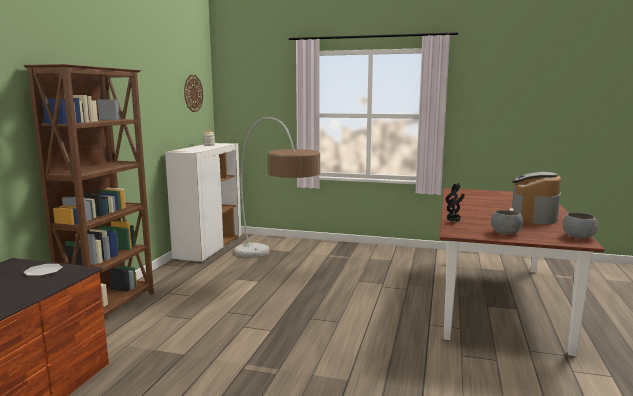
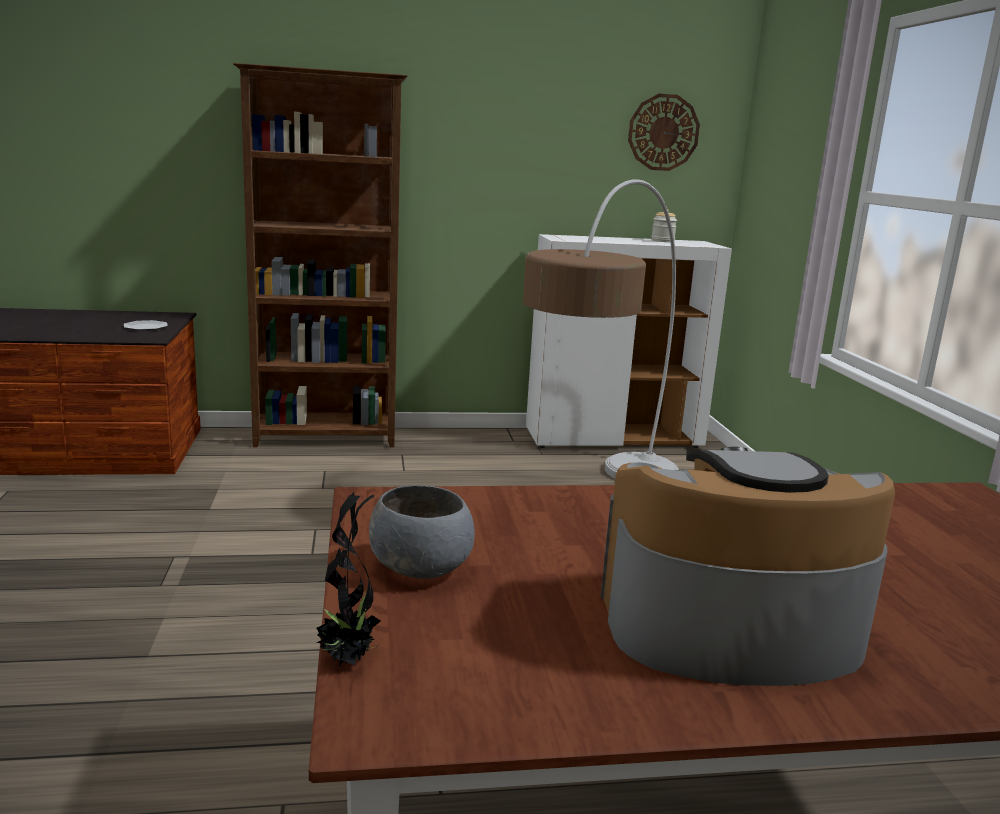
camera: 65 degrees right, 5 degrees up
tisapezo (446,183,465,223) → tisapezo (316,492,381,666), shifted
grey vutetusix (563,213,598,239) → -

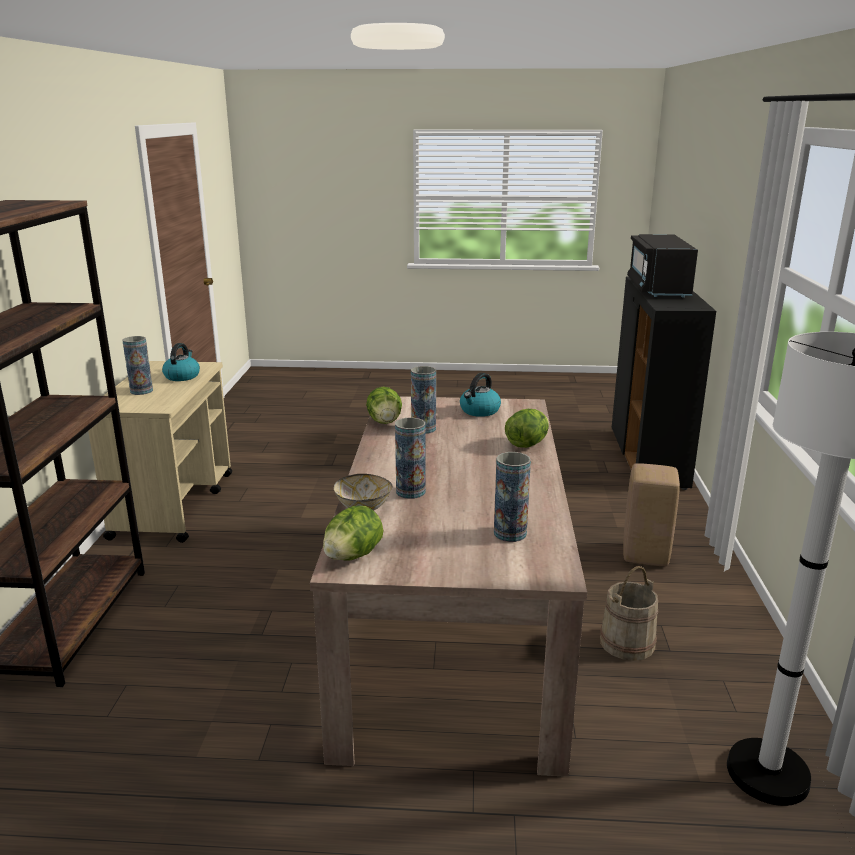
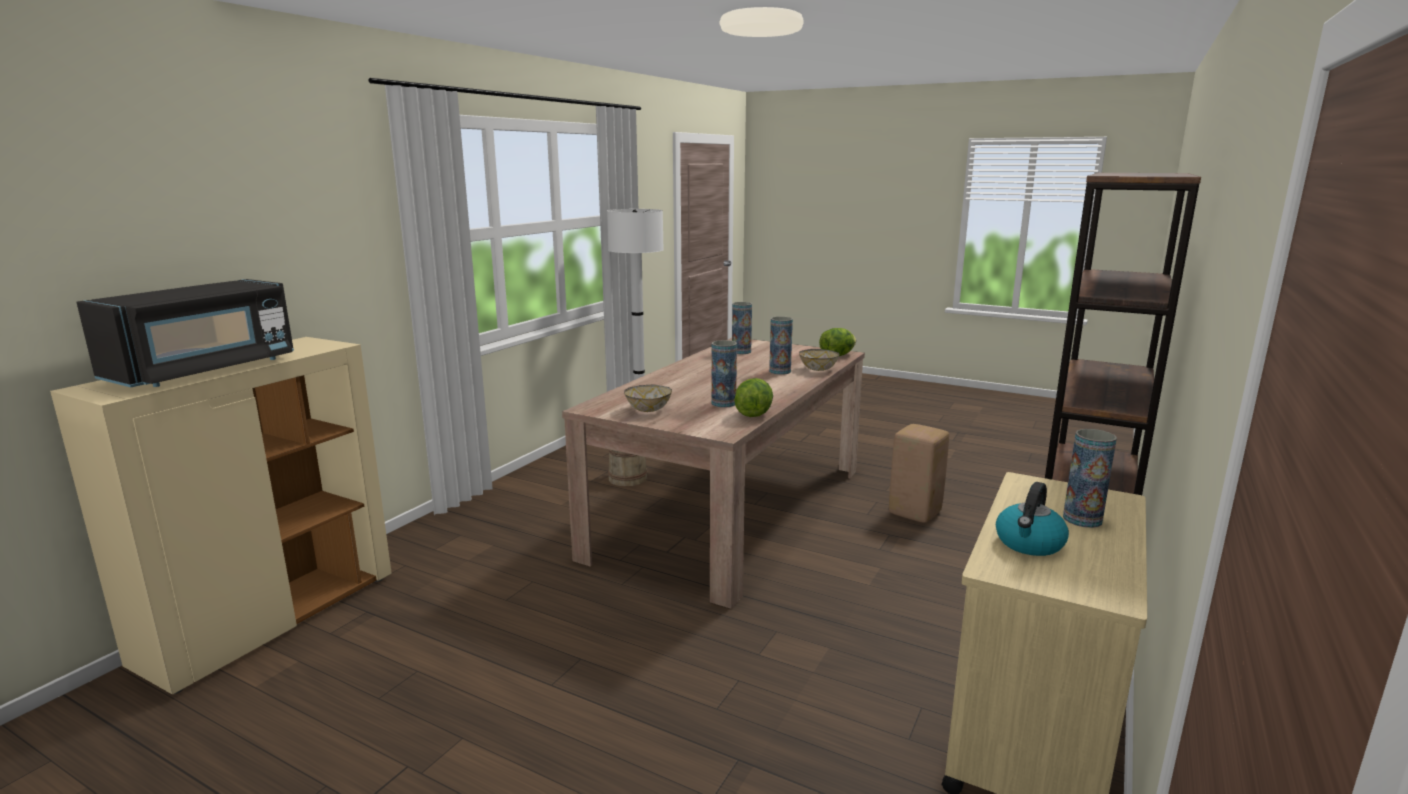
camera: 155 degrees left, 5 degrees down
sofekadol (460,373,501,417) → vutetusix (624,385,672,412)
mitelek (505,409,549,448) → -
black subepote (612,276,716,490) → beige subepote (50,337,392,695)
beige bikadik (623,463,680,566) → beige bikadik (889,424,949,523), shifted

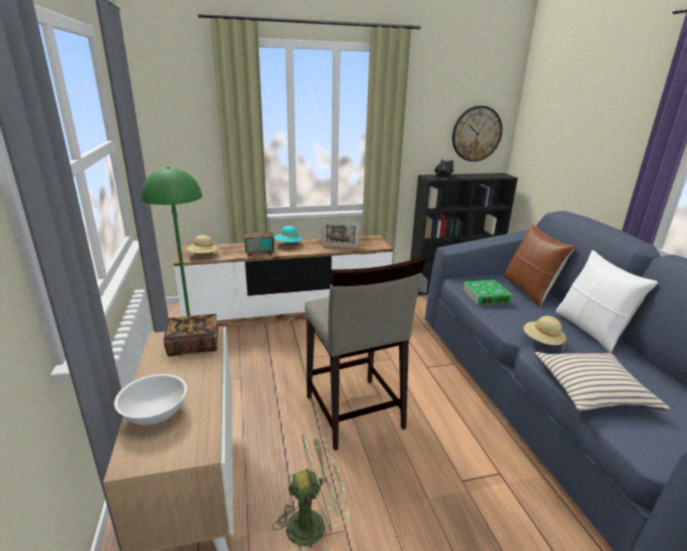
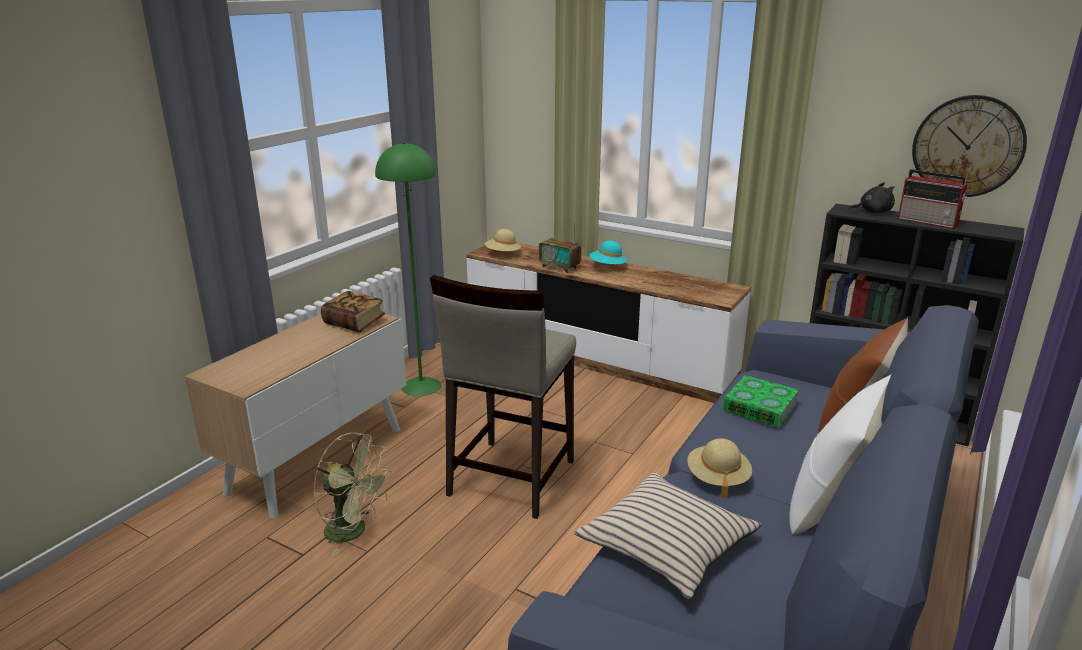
camera: 45 degrees right, 0 degrees up
white vutetusix (114,374,187,426) → -
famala (322,220,360,248) → -
- → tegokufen (898,169,968,229)

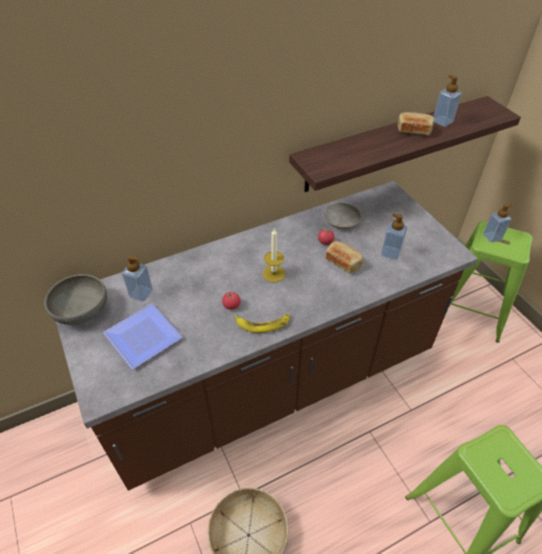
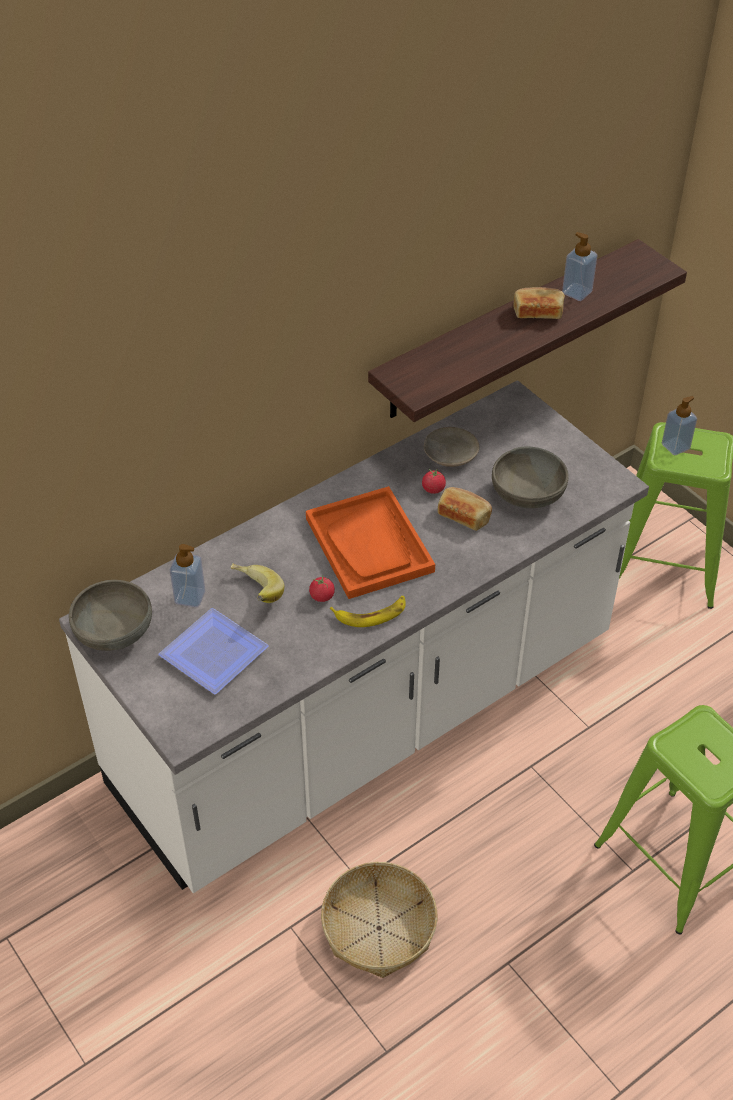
camera: 10 degrees left, 0 degrees up
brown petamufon (56,181,478,491) → white petamufon (59,380,649,893)
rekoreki (263,229,285,283) → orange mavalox (306,486,435,599)
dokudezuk (381,214,407,260) → grey vutetusix (492,446,569,508)
- → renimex (231,563,284,603)

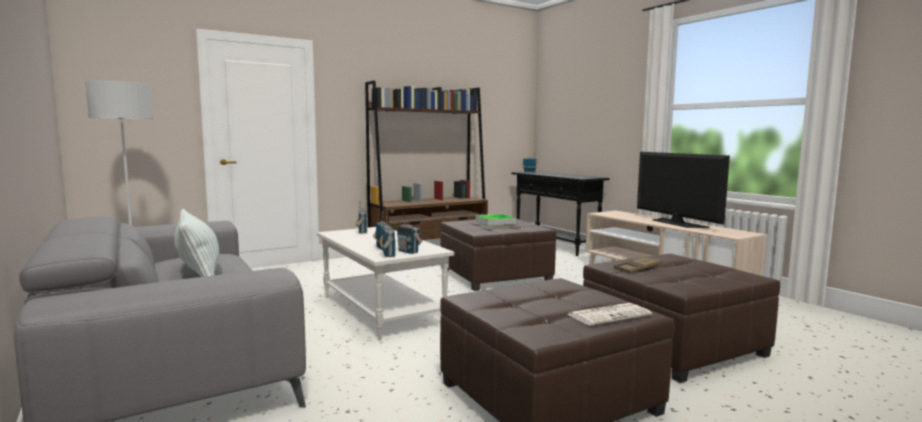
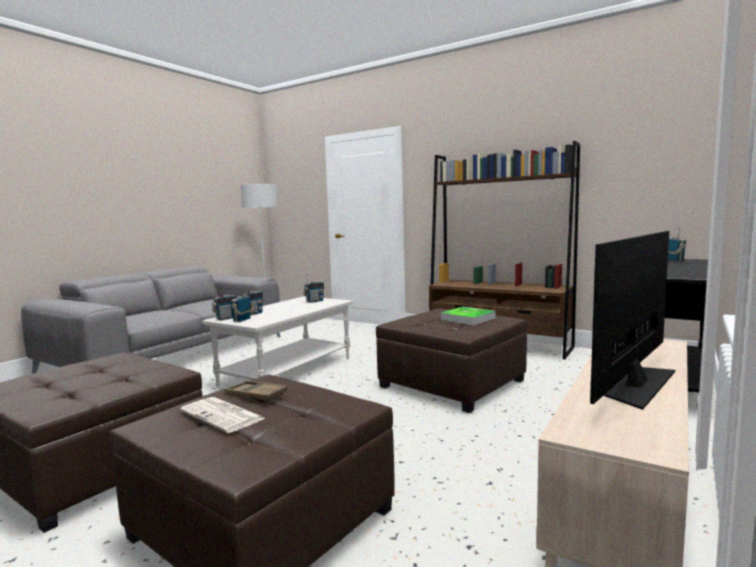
camera: 65 degrees right, 0 degrees up
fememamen (174,209,219,277) → -
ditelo (568,303,652,326) → ditelo (180,397,266,433), shifted

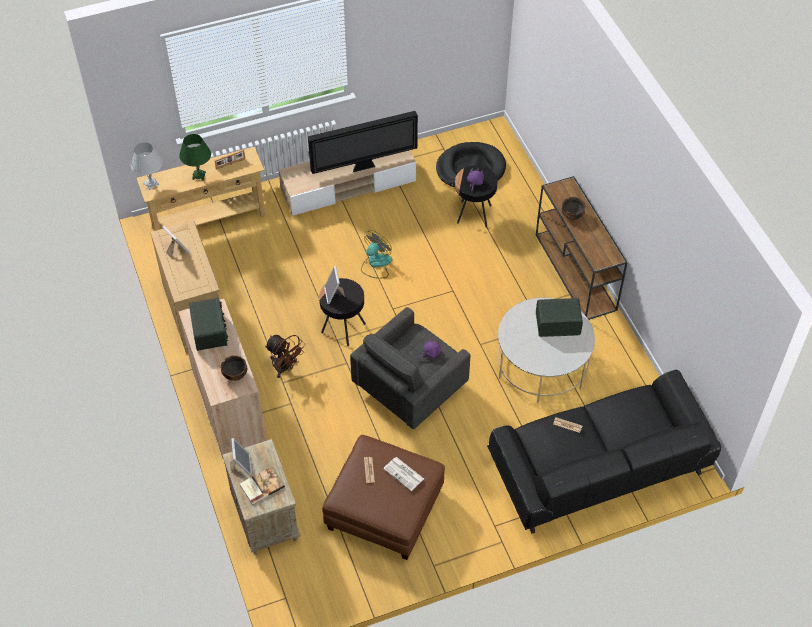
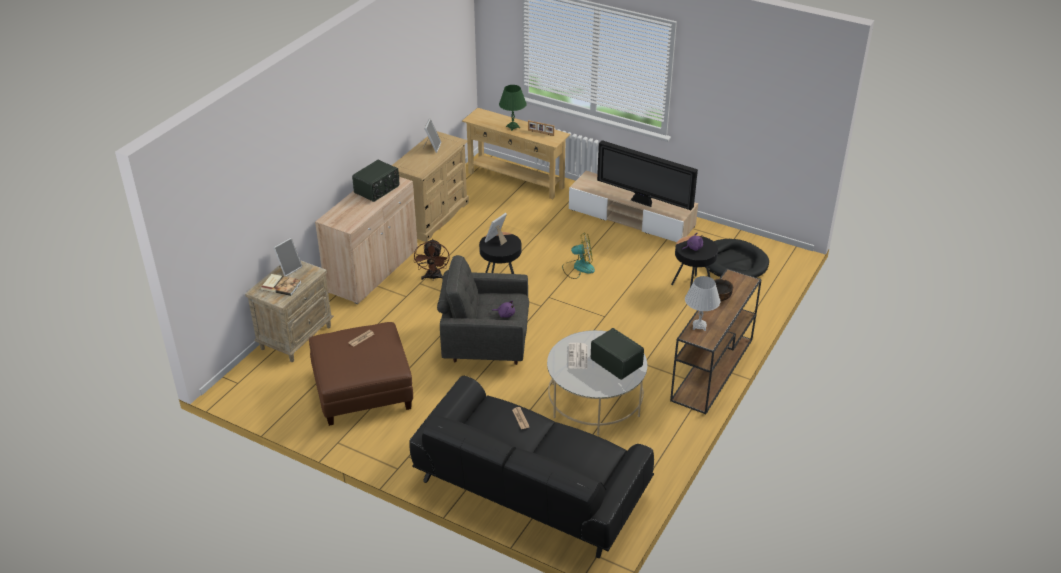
camera: 50 degrees right, 15 degrees down
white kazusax (131,142,163,190) → white kazusax (685,276,720,331), shifted
vutetusix (221,355,247,381) → -
ditelo (383,457,424,491) → ditelo (568,343,587,369), shifted

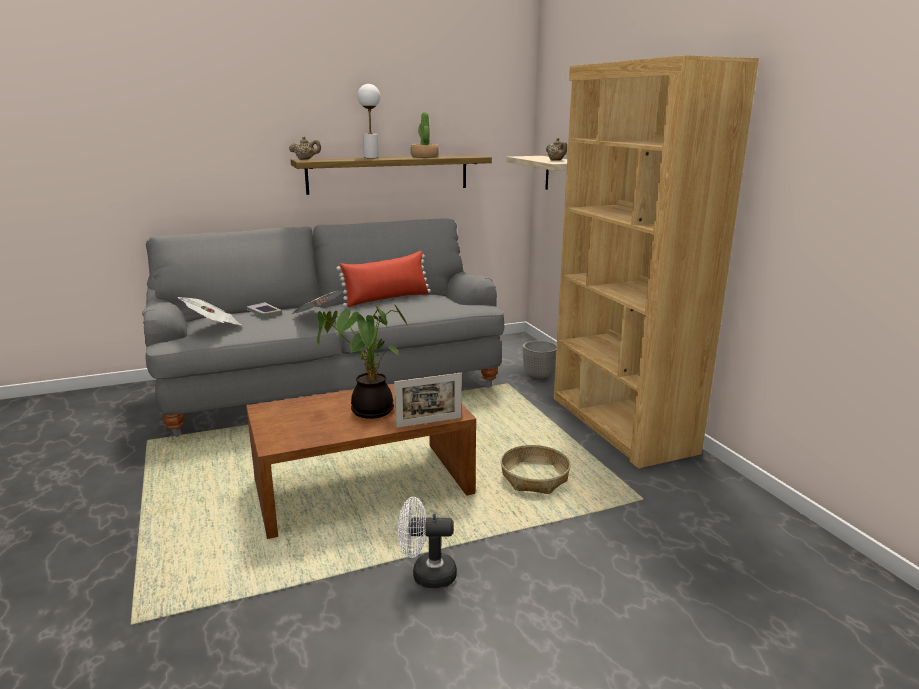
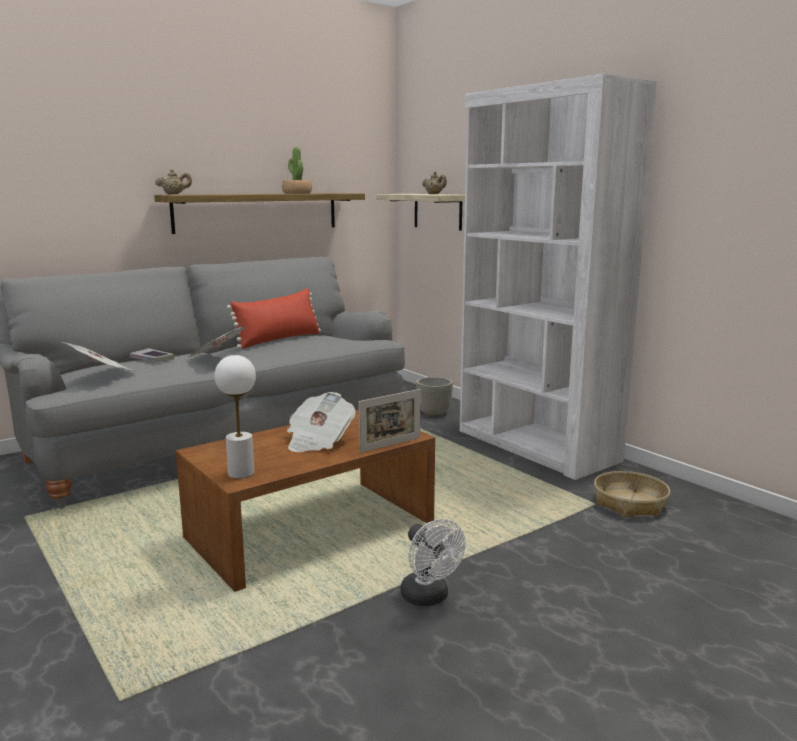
camera: 15 degrees left, 5 degrees down
tisapezo (316,304,408,419) → ditelo (287,392,356,452)
white kazusax (357,84,380,158) → white kazusax (215,355,256,479), shifted
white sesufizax (398,497,457,588) → white sesufizax (401,519,465,606), 105 degrees counterclockwise
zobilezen (501,445,571,494) → zobilezen (594,471,670,517), shifted
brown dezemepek (554,55,759,468) → white dezemepek (460,74,657,480)

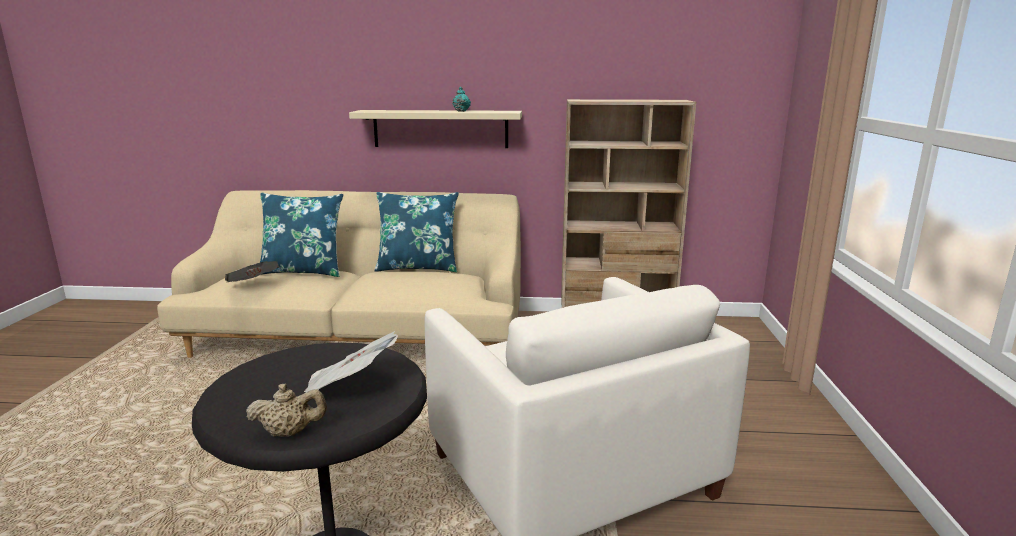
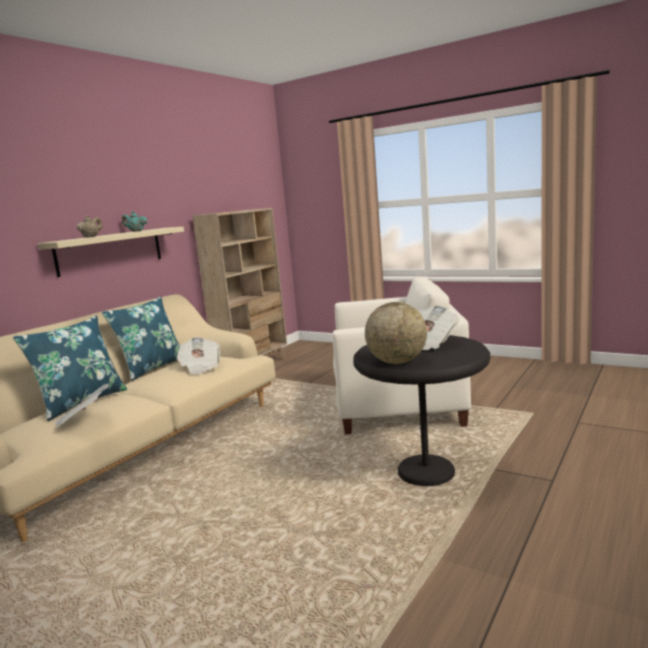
camera: 60 degrees left, 5 degrees down
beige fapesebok (246,383,327,437) → beige fapesebok (77,215,103,238), shifted
- → ditelo (176,337,220,375)
- → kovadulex (365,302,427,364)

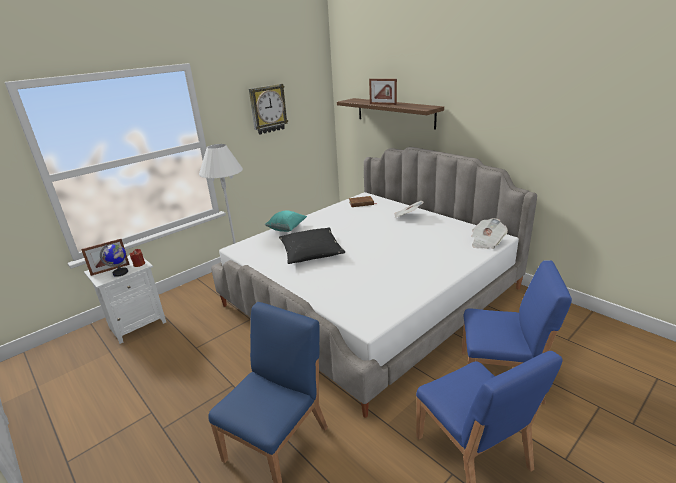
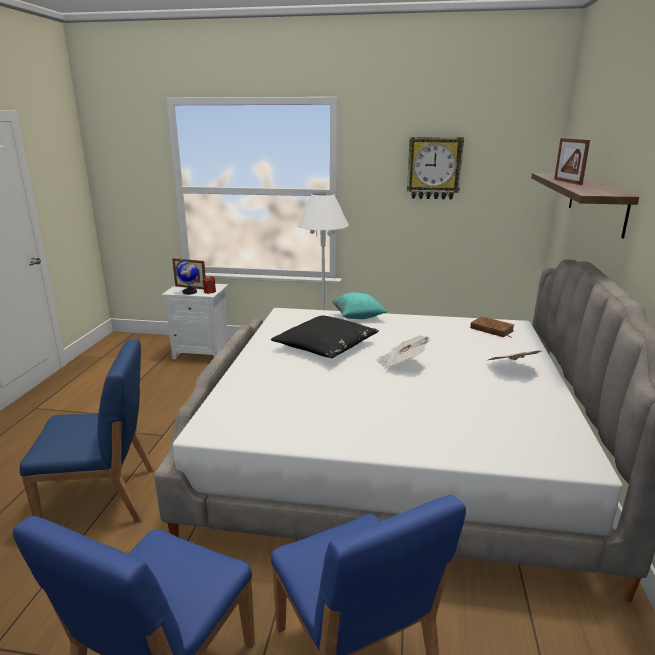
camera: 50 degrees right, 5 degrees down
ditelo (471,218,508,249) → ditelo (377,335,430,369), shifted

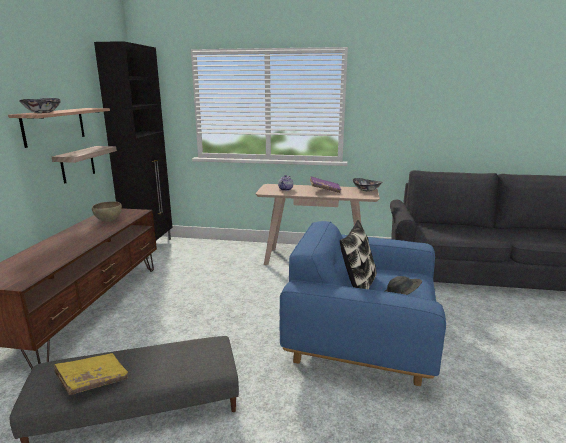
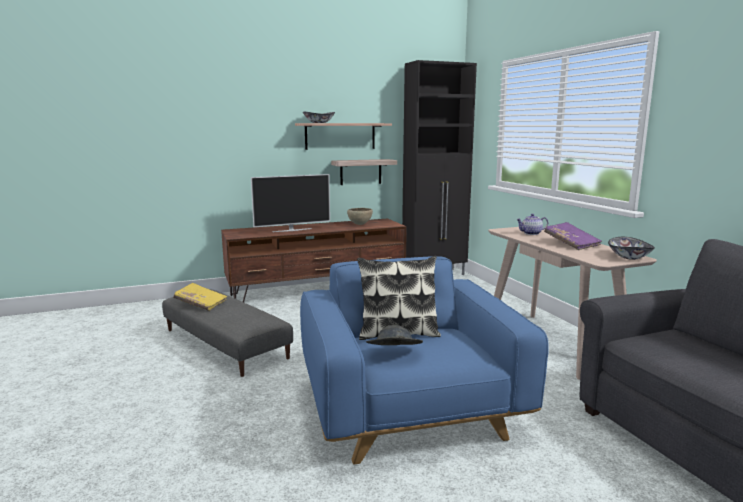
camera: 60 degrees right, 5 degrees down
- → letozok (251,174,330,232)

